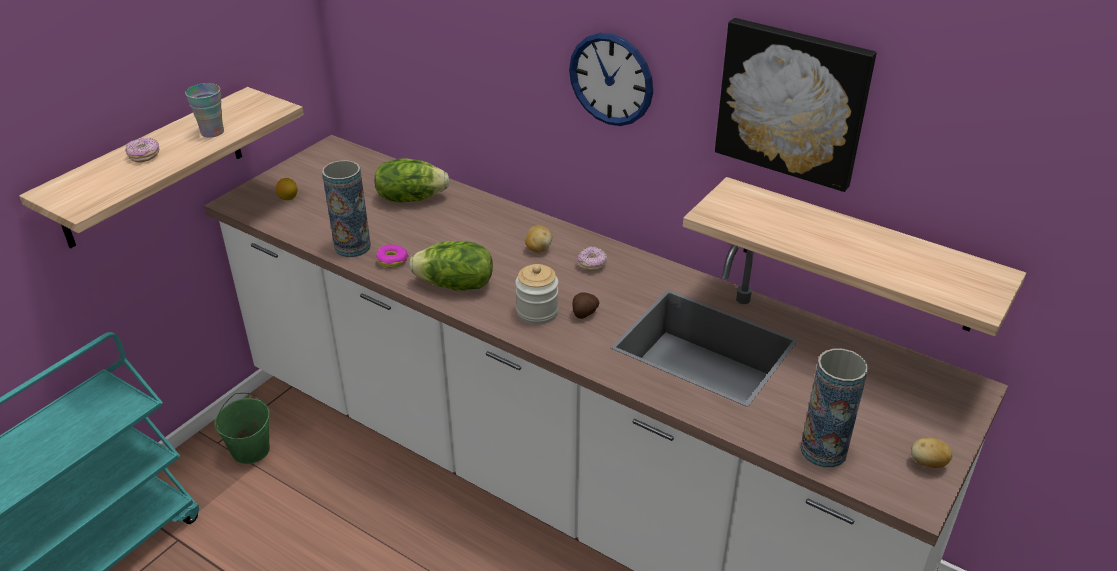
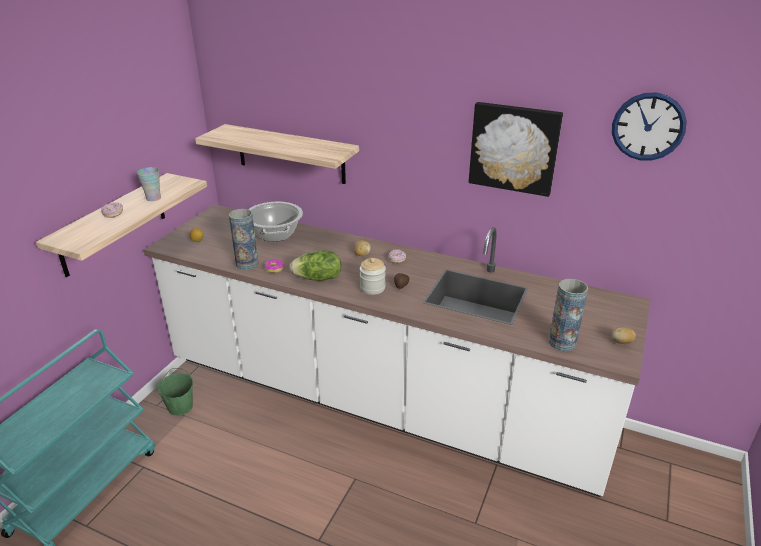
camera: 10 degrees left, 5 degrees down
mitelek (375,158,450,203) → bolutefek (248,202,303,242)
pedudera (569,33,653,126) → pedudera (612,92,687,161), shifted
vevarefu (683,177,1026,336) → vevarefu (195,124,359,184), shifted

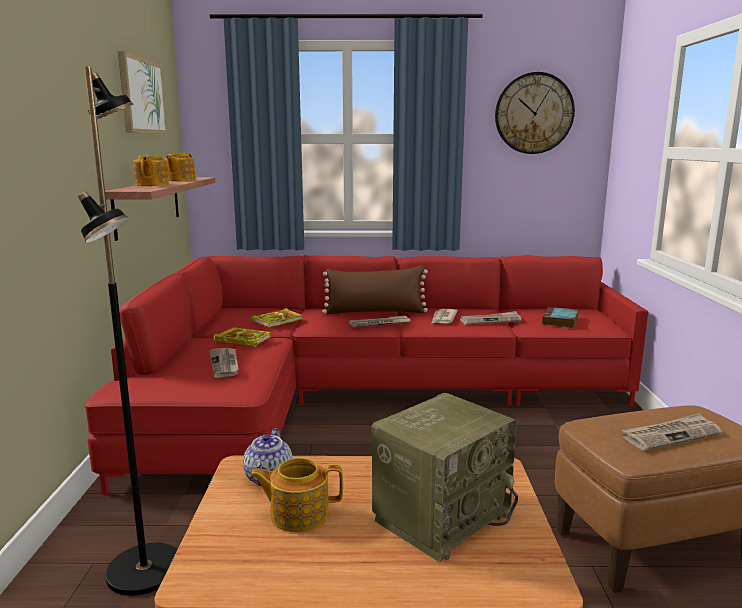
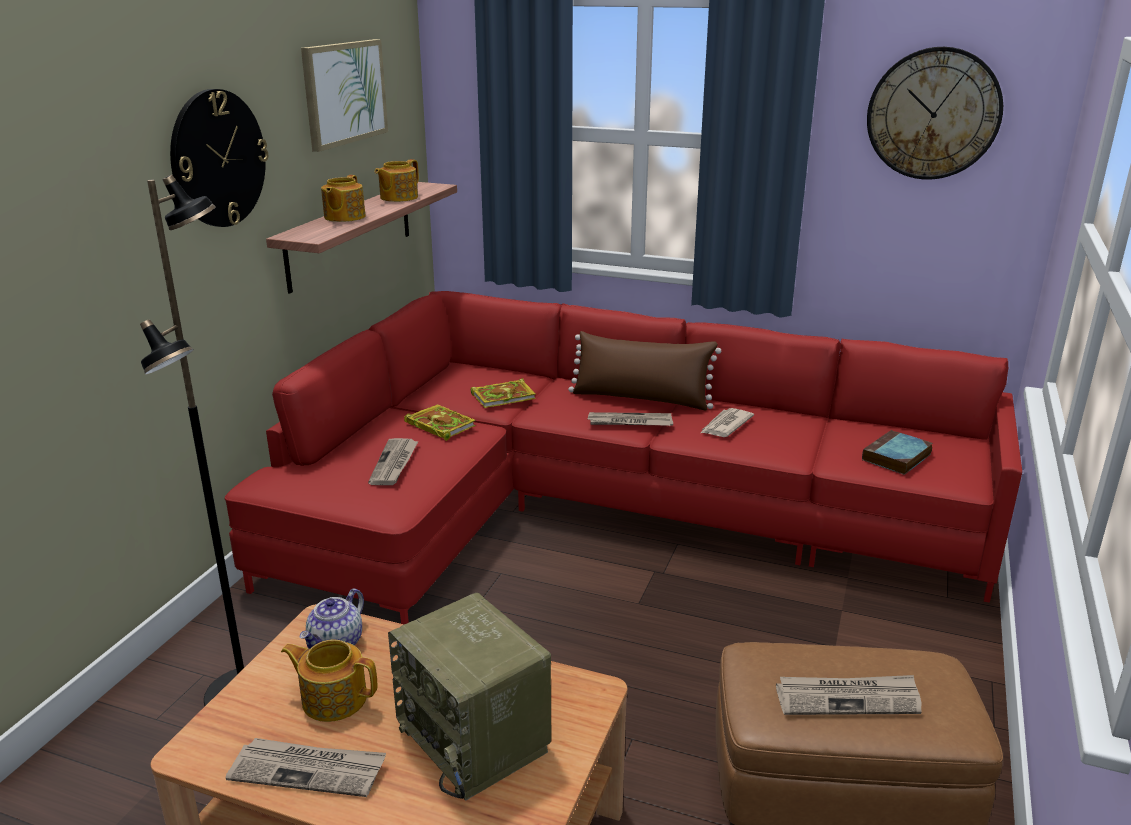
camera: 20 degrees right, 10 degrees up
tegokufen (372,393,518,562) → tegokufen (388,593,551,801), 75 degrees clockwise
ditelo (460,311,521,325) → ditelo (226,738,386,797), shifted
- → pedudera (170,89,268,227)

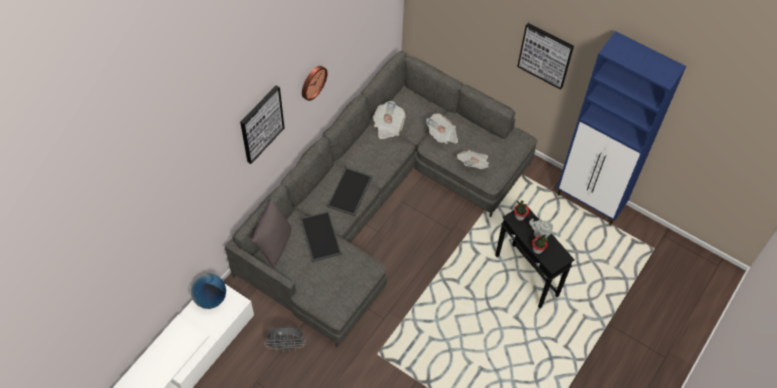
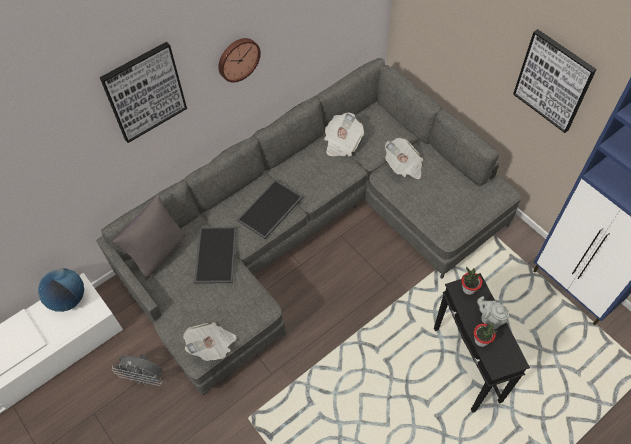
camera: 20 degrees right, 0 degrees up
ditelo (457,150,490,169) → ditelo (183,322,237,361), shifted

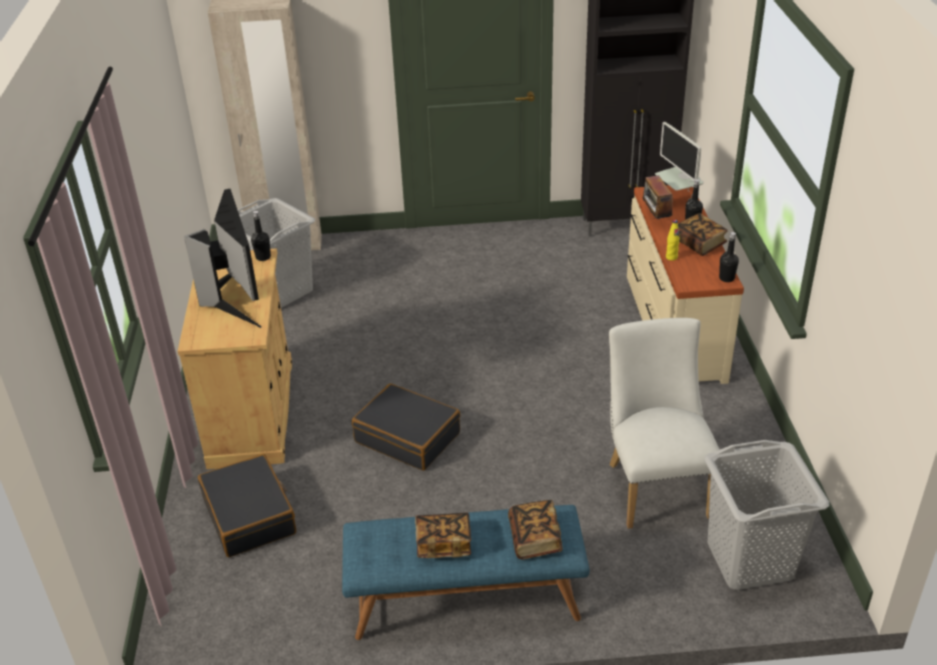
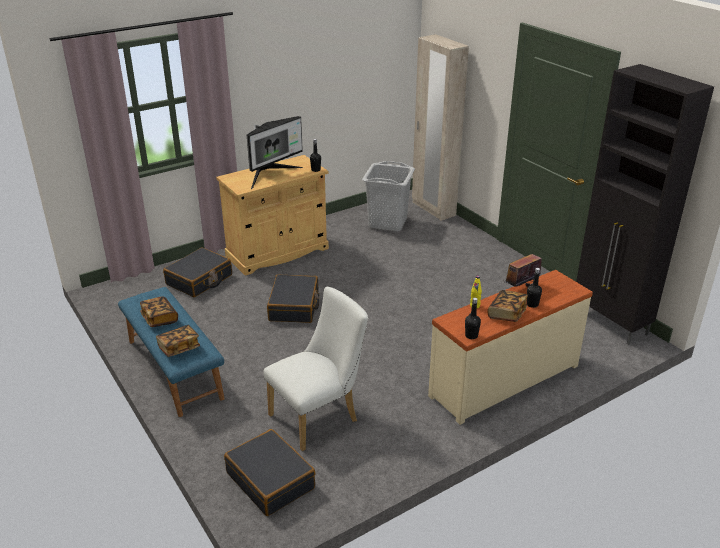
camera: 60 degrees right, 5 degrees down
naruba (655,122,704,198) → -
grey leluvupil (704,440,829,590) → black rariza (224,429,316,516)

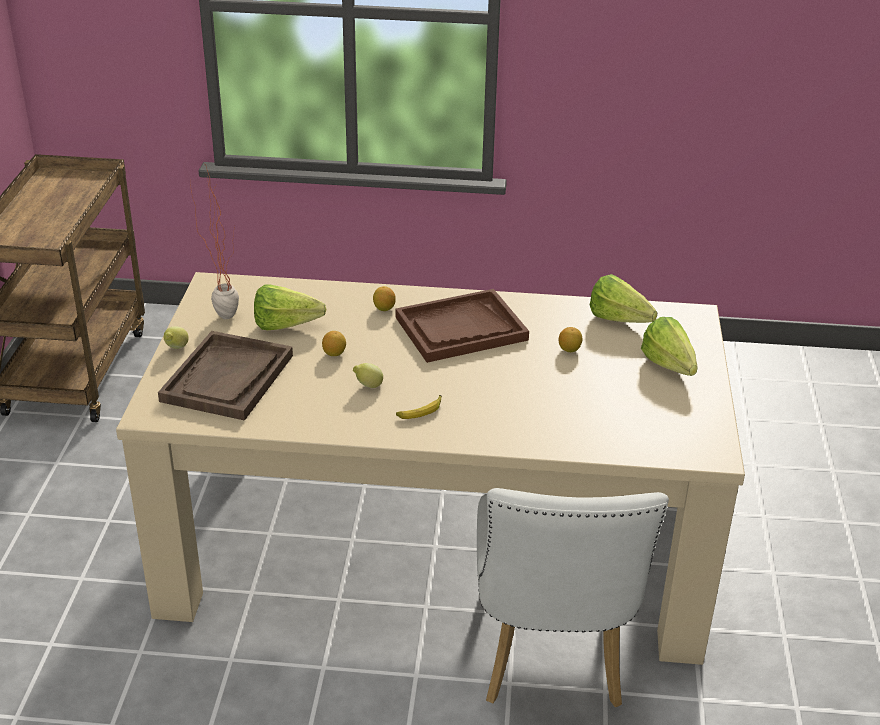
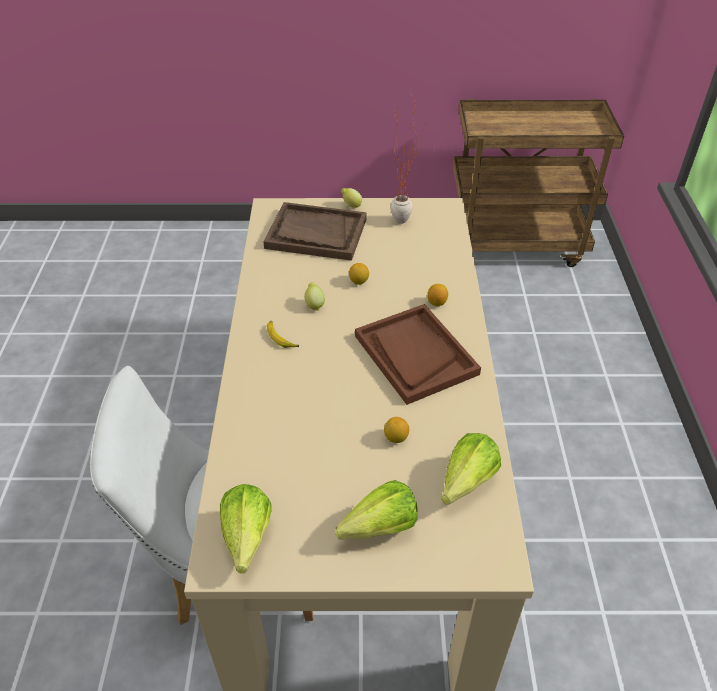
camera: 85 degrees right, 10 degrees up
mitelek (254,285,327,330) → mitelek (220,484,272,573), shifted

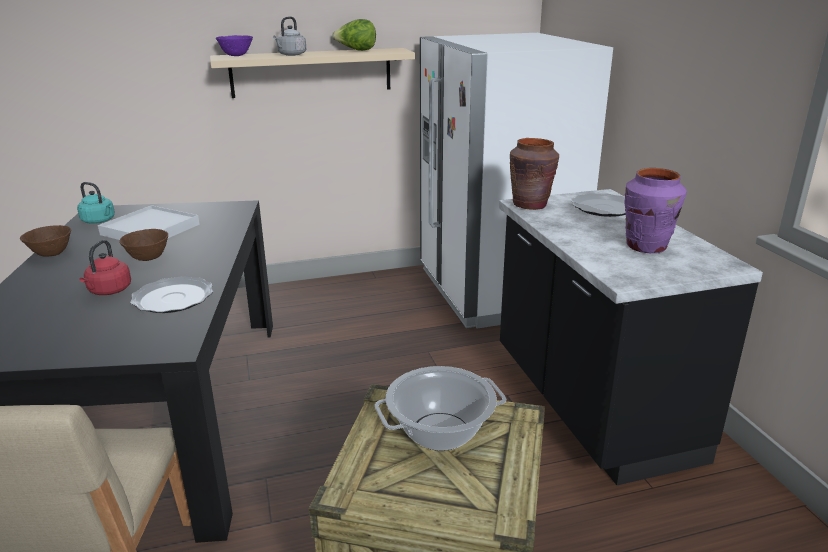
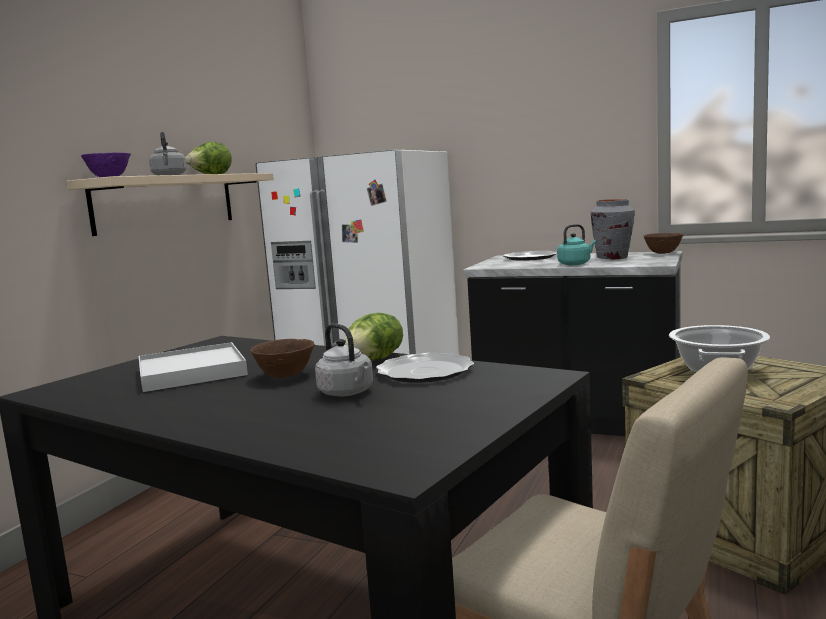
camera: 50 degrees left, 15 degrees down
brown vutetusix (20,225,71,257) → brown vutetusix (644,233,684,254), shifted
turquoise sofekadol (77,182,115,224) → turquoise sofekadol (557,224,597,265), shifted
red sofekadol (80,240,131,295) → grey sofekadol (315,323,373,396)
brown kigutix (510,138,559,210) → -
purple kigutix (624,168,687,253) → grey kigutix (590,199,635,260)
- → mitelek (344,313,403,361)

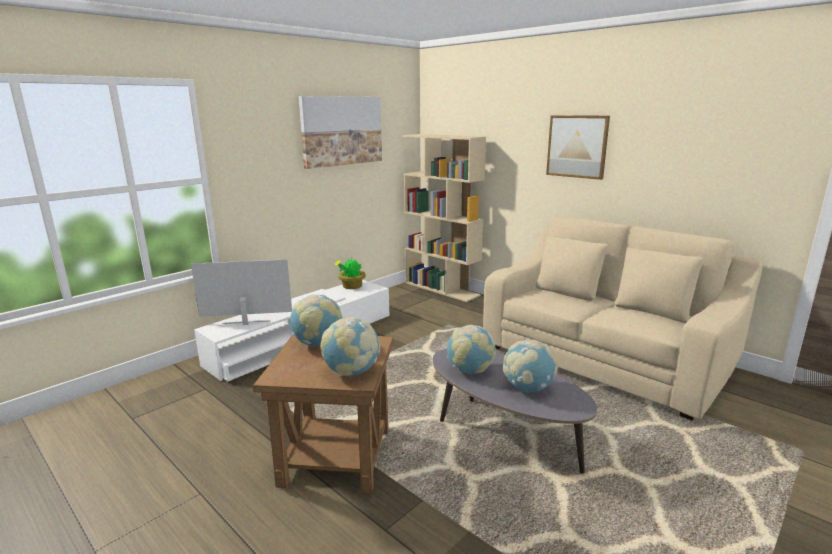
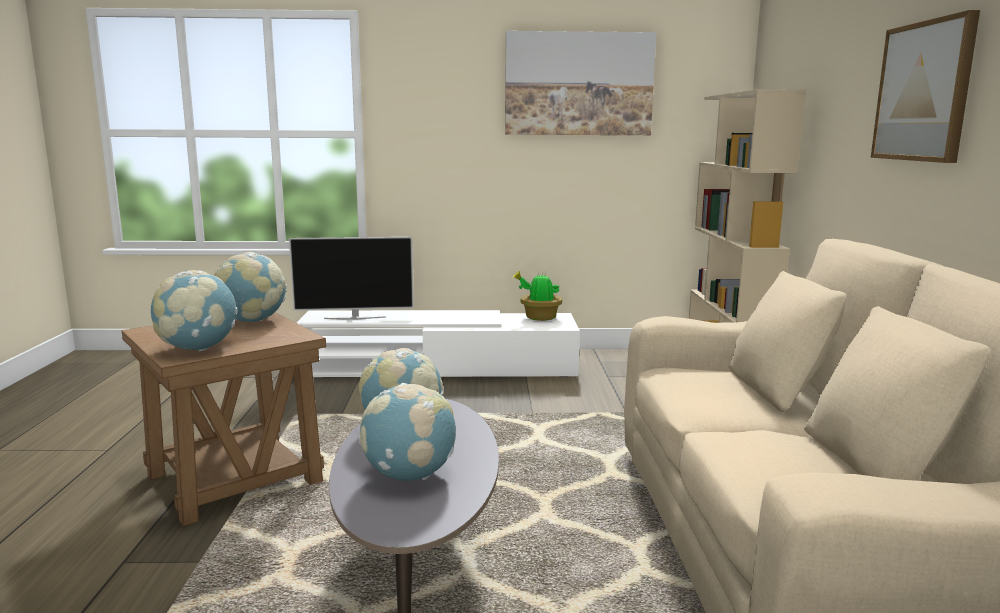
camera: 45 degrees right, 5 degrees down
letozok (191,259,292,325) → letozok (289,237,414,320), 135 degrees clockwise

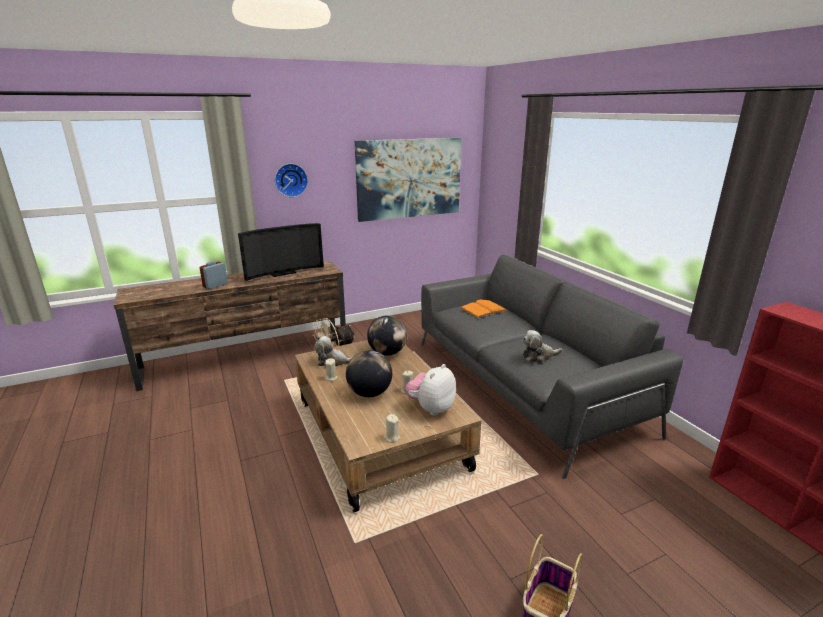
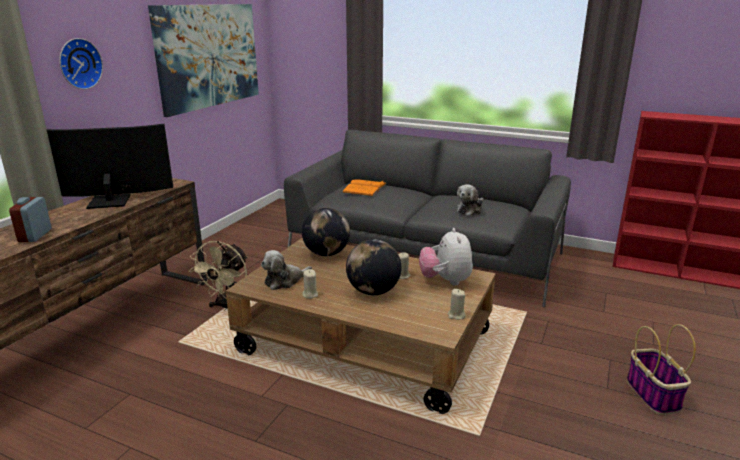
camera: 40 degrees left, 0 degrees up
letozok (238,223,324,281) → letozok (47,124,173,209), 120 degrees counterclockwise

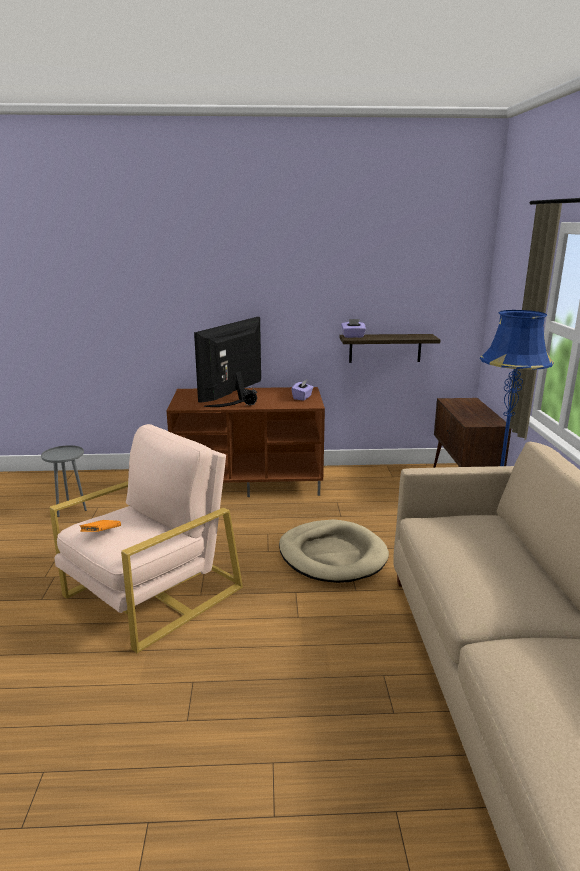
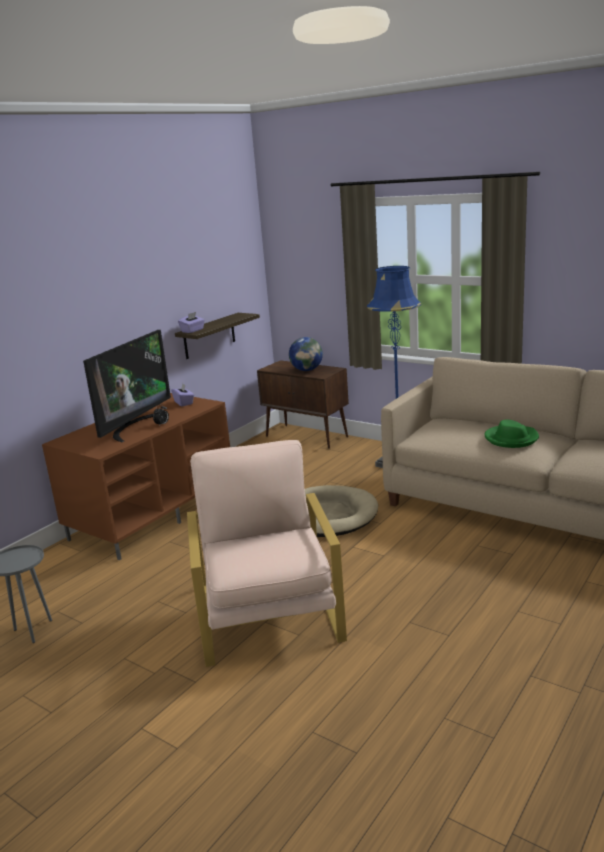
camera: 50 degrees left, 0 degrees up
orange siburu (80,520,121,532) → -
letozok (194,317,261,407) → letozok (83,330,171,442), 135 degrees counterclockwise
- → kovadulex (289,337,323,371)
- → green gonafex (485,420,539,448)

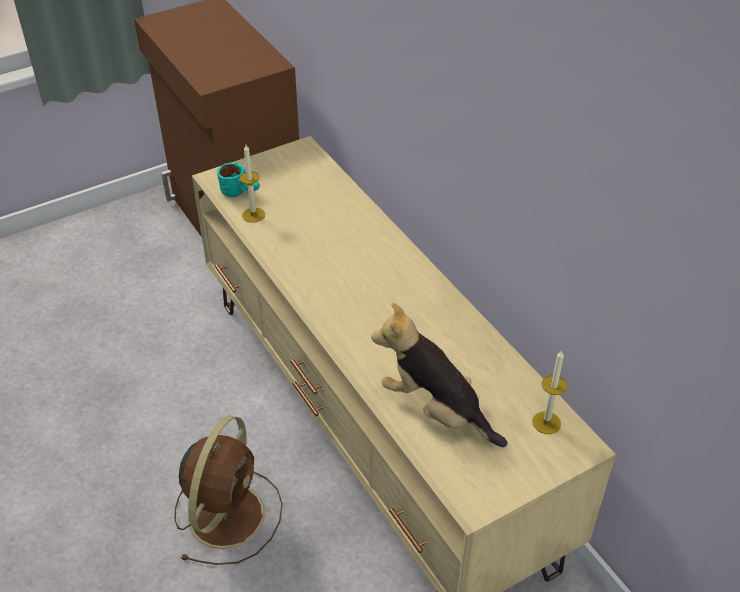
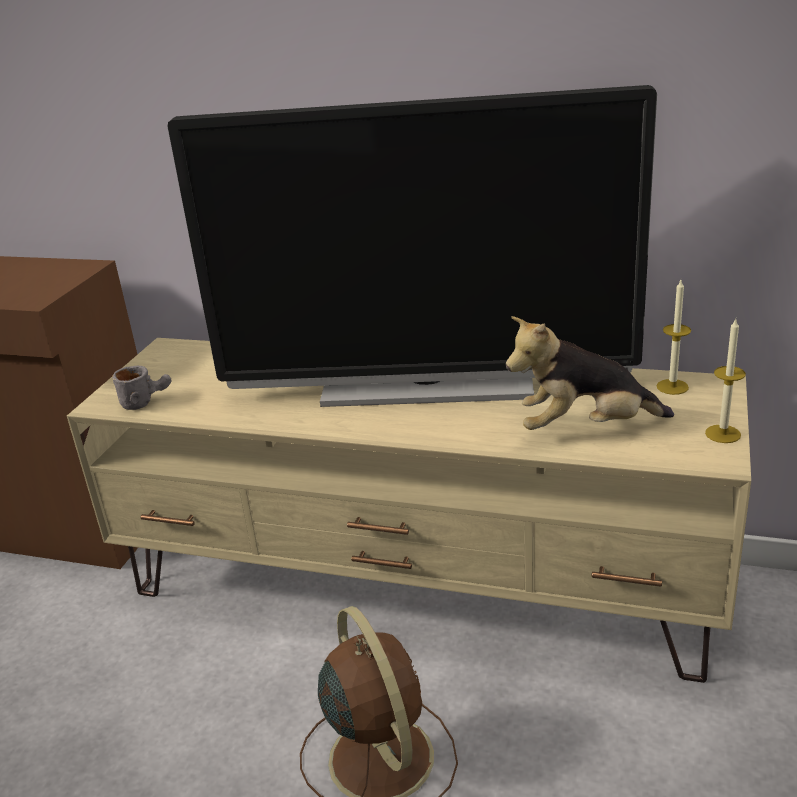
camera: 40 degrees left, 15 degrees down
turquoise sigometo (217,163,260,197) → grey sigometo (112,366,172,410)
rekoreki (240,145,265,223) → rekoreki (705,319,746,443), shifted
- → letozok (167,85,657,407)

